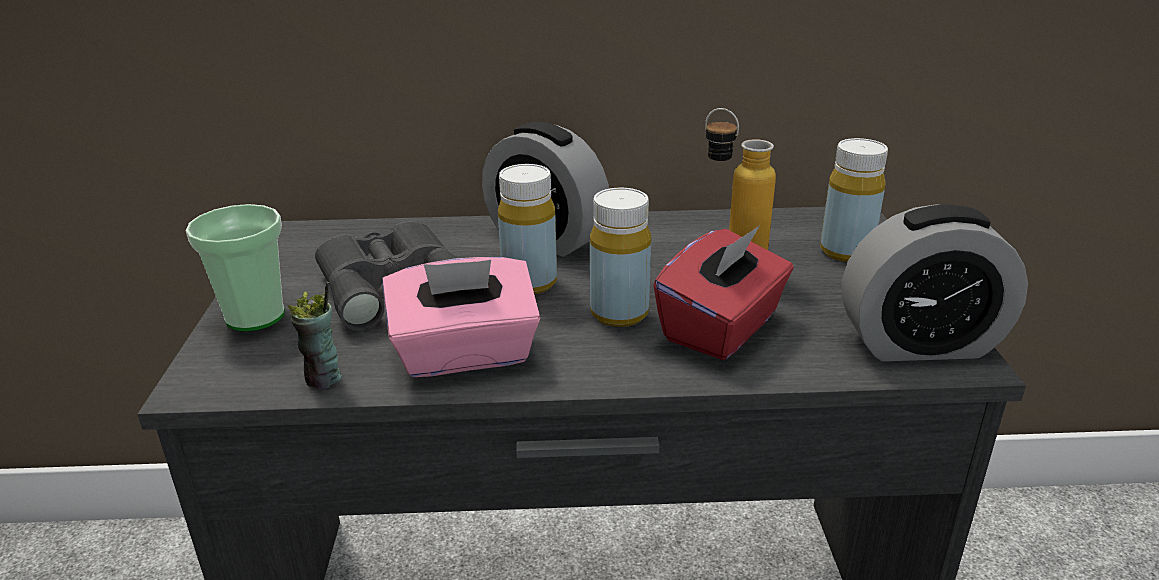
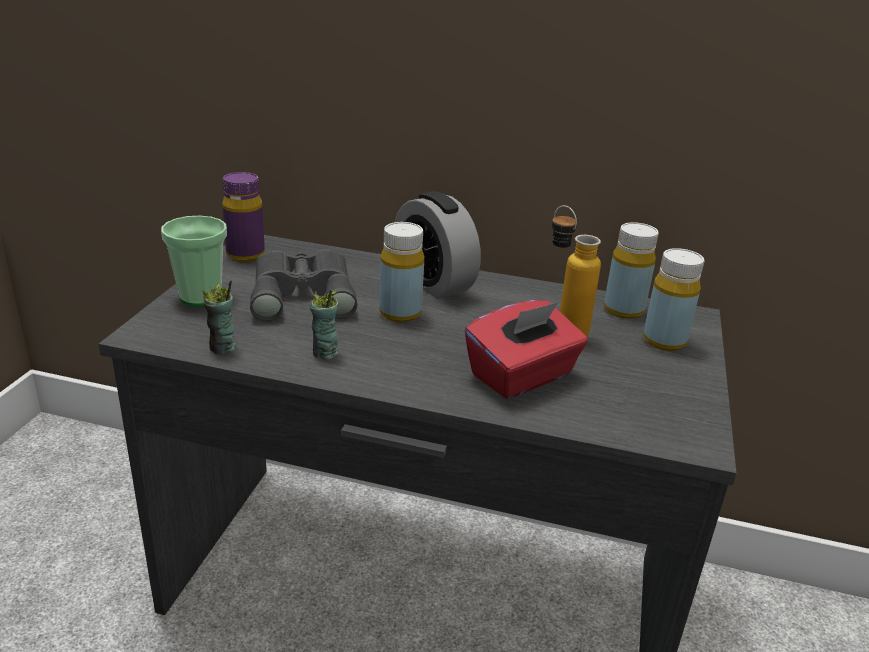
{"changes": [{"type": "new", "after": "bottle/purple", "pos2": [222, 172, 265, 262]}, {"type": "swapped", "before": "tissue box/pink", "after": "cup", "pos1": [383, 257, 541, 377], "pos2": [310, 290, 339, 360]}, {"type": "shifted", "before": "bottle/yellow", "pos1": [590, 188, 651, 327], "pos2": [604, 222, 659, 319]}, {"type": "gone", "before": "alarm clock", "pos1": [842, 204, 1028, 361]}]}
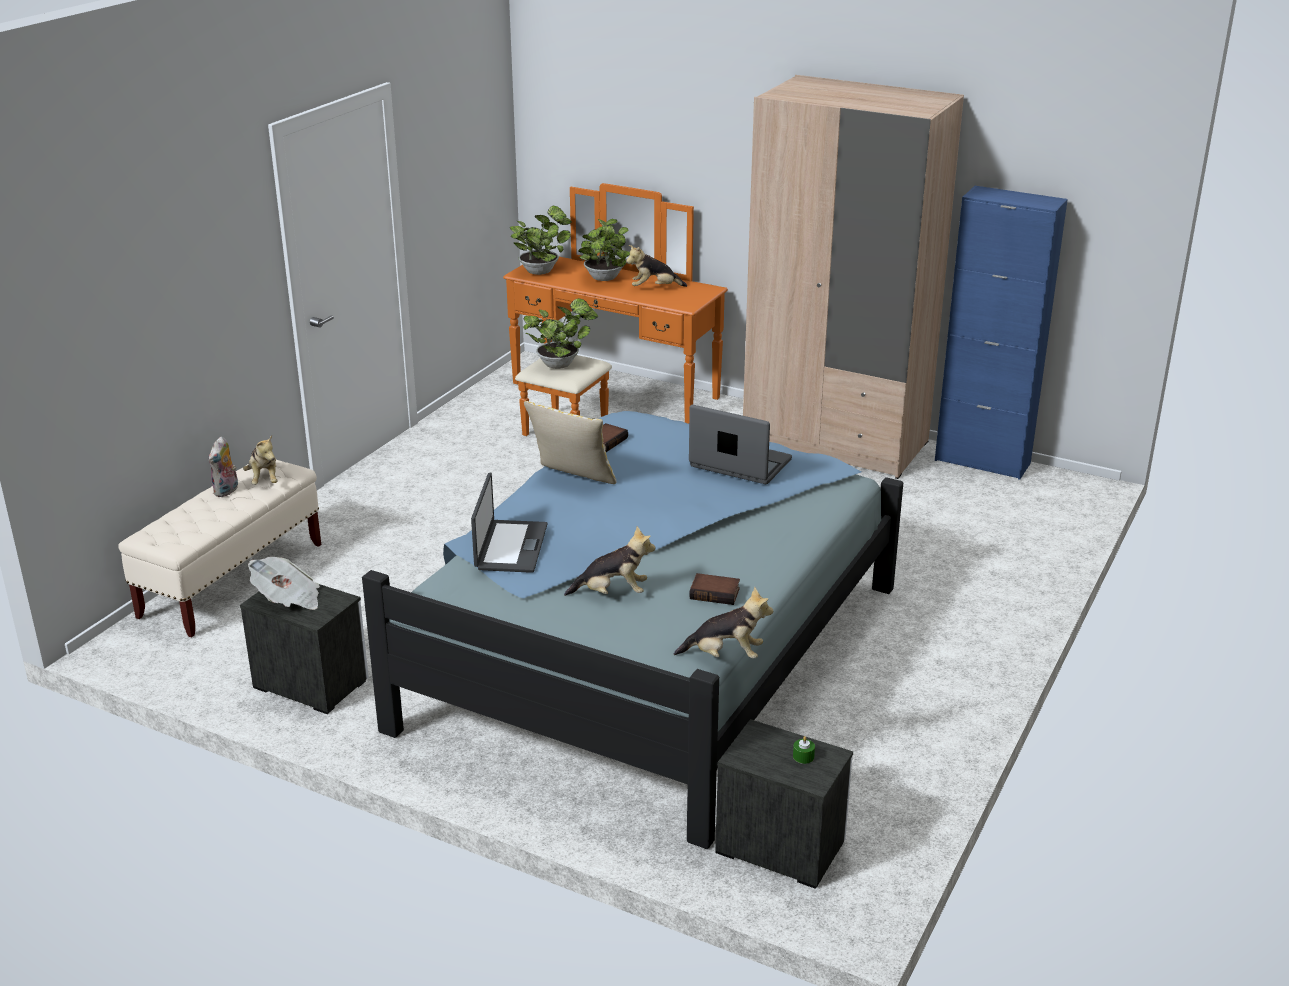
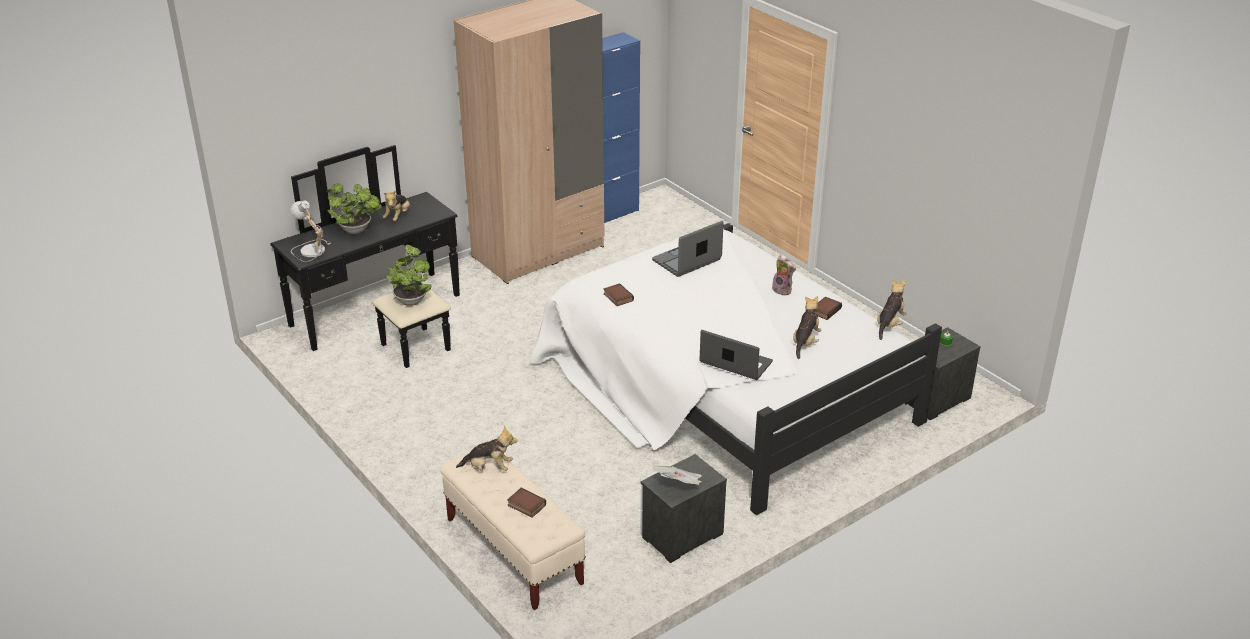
{"changes": [{"type": "repainted", "before": "dresser/orange", "after": "dresser/black", "pos1": [503, 183, 728, 436], "pos2": [270, 145, 460, 368]}, {"type": "swapped", "before": "potted plant", "after": "table lamp", "pos1": [510, 206, 572, 275], "pos2": [291, 200, 331, 262]}, {"type": "new", "after": "book", "pos2": [507, 488, 546, 518]}, {"type": "repainted", "before": "bed/blue", "after": "bed/white", "pos1": [362, 411, 903, 849], "pos2": [531, 223, 942, 515]}, {"type": "shifted", "before": "plush toy", "pos1": [208, 437, 238, 497], "pos2": [772, 254, 796, 296]}, {"type": "gone", "before": "pillow", "pos1": [524, 401, 617, 484]}]}
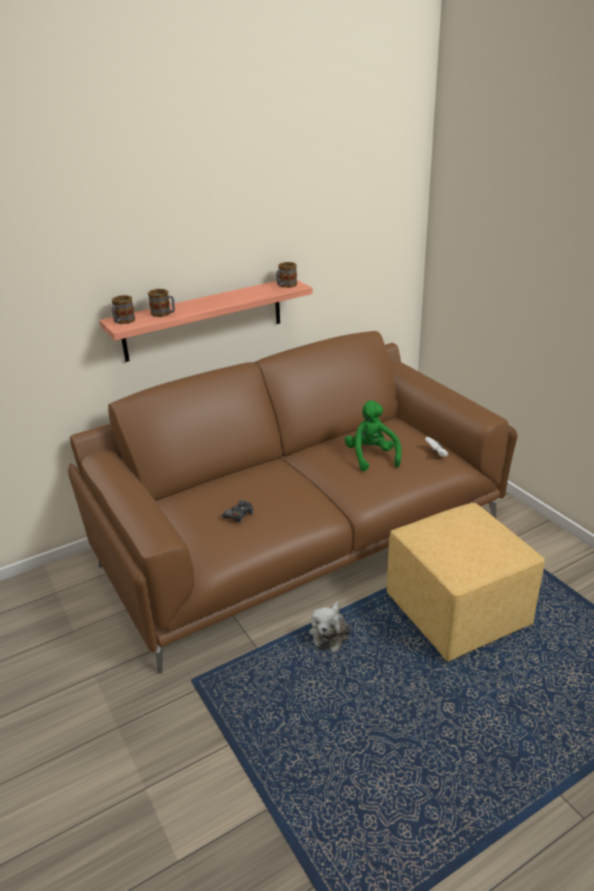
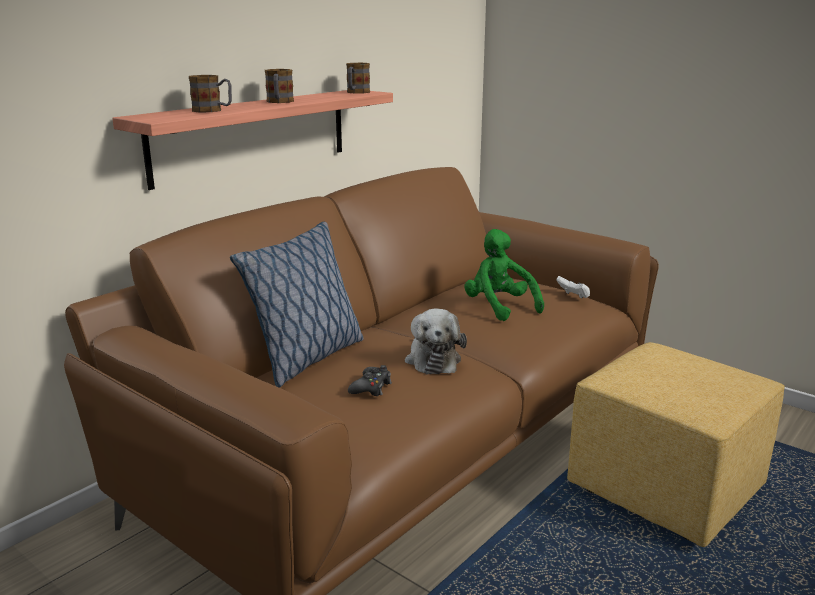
{"changes": [{"type": "new", "after": "pillow", "pos2": [230, 222, 364, 388]}, {"type": "shifted", "before": "mug", "pos1": [112, 295, 135, 324], "pos2": [265, 69, 294, 103]}, {"type": "shifted", "before": "plush toy", "pos1": [309, 601, 351, 651], "pos2": [405, 309, 467, 374]}]}
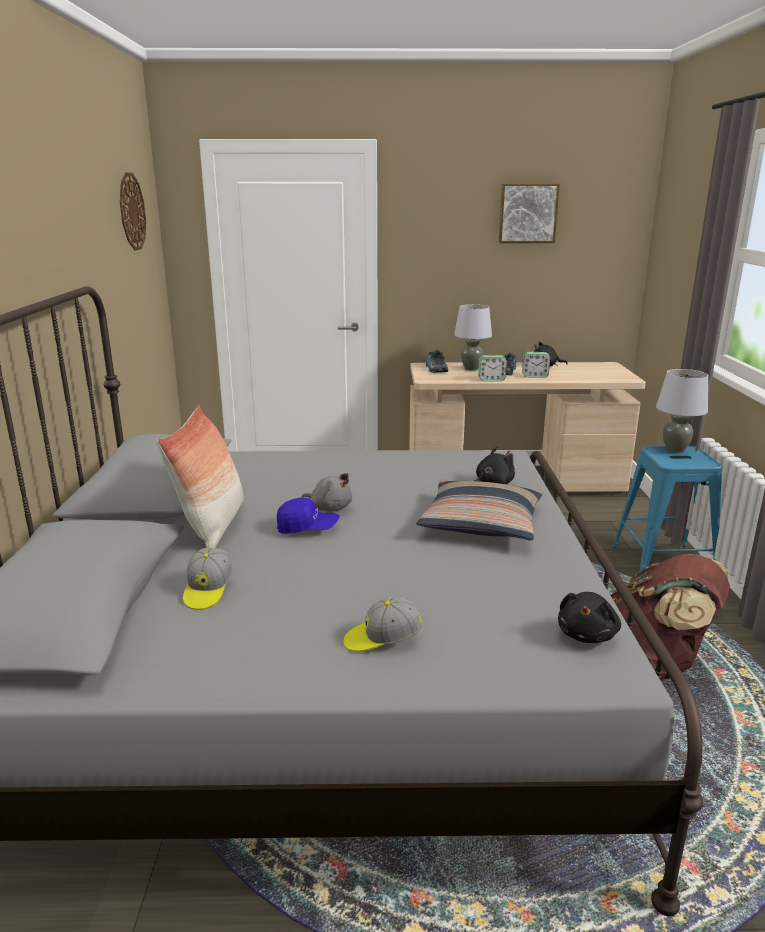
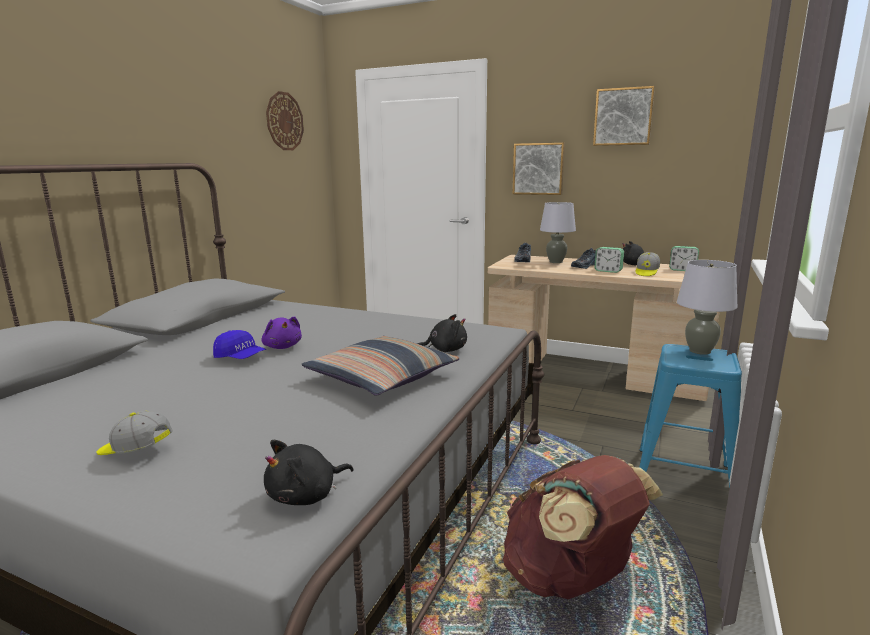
{"changes": [{"type": "repainted", "before": "plush toy/grey", "after": "plush toy/purple", "pos1": [302, 473, 352, 512], "pos2": [262, 316, 302, 349]}, {"type": "new", "after": "picture", "pos2": [513, 143, 565, 195]}, {"type": "shifted", "before": "cap", "pos1": [183, 548, 232, 610], "pos2": [635, 252, 660, 276]}, {"type": "shifted", "before": "alarm clock", "pos1": [478, 355, 507, 381], "pos2": [669, 246, 699, 271]}, {"type": "gone", "before": "pillow", "pos1": [157, 405, 244, 548]}]}
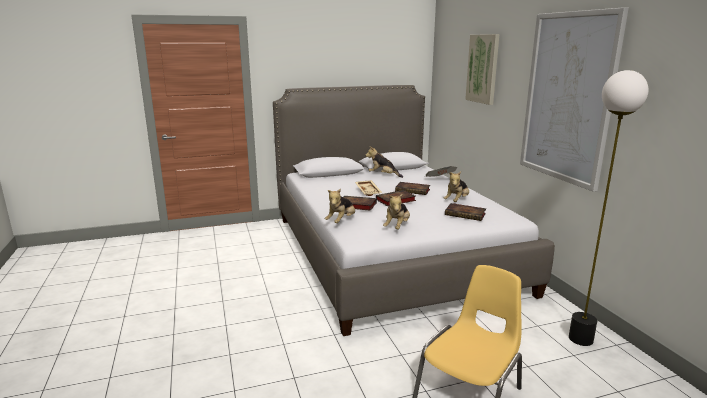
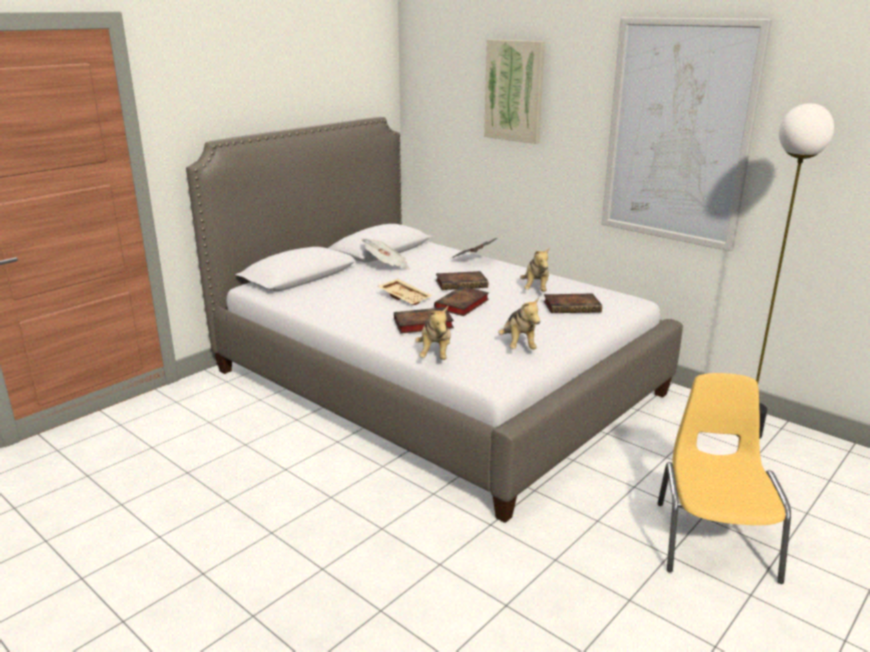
{"changes": [{"type": "swapped", "before": "plush toy", "after": "newspaper", "pos1": [365, 146, 403, 178], "pos2": [361, 239, 410, 270]}]}
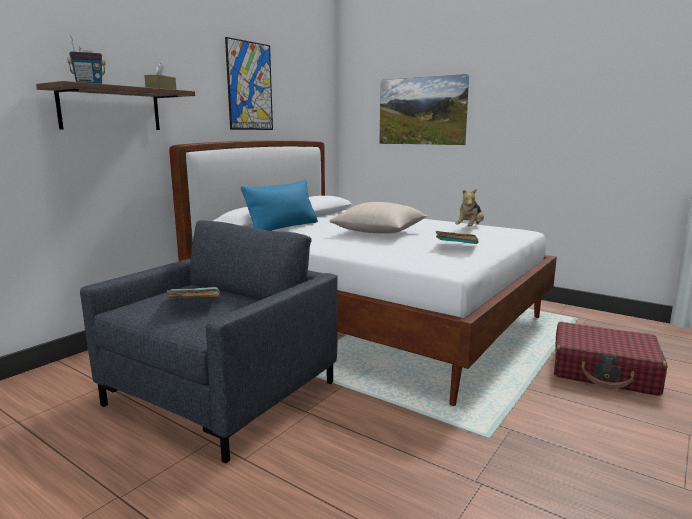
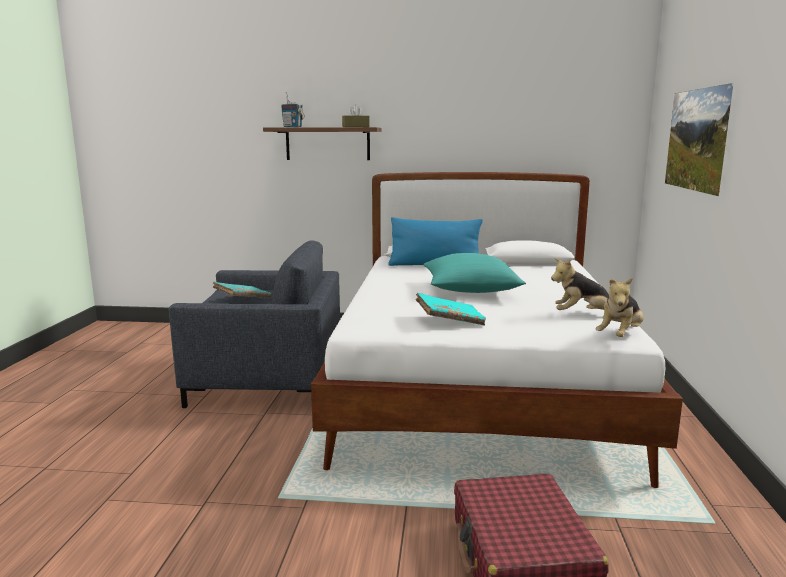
{"changes": [{"type": "repainted", "before": "pillow/beige", "after": "pillow/turquoise", "pos1": [330, 202, 427, 234], "pos2": [423, 253, 526, 293]}, {"type": "new", "after": "plush toy", "pos2": [596, 277, 644, 337]}, {"type": "gone", "before": "picture", "pos1": [225, 37, 273, 130]}]}
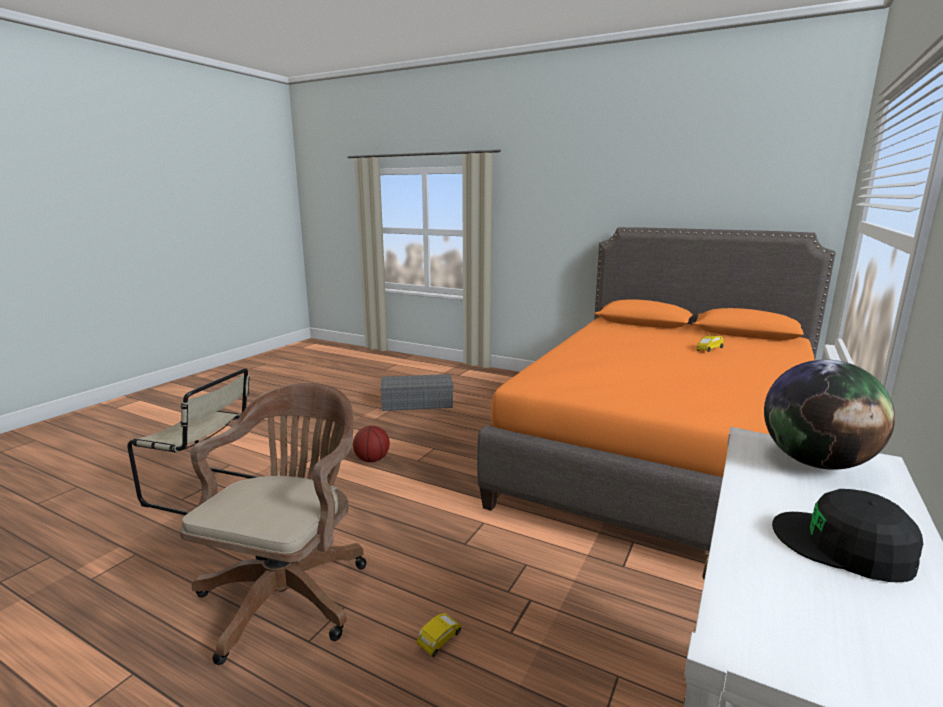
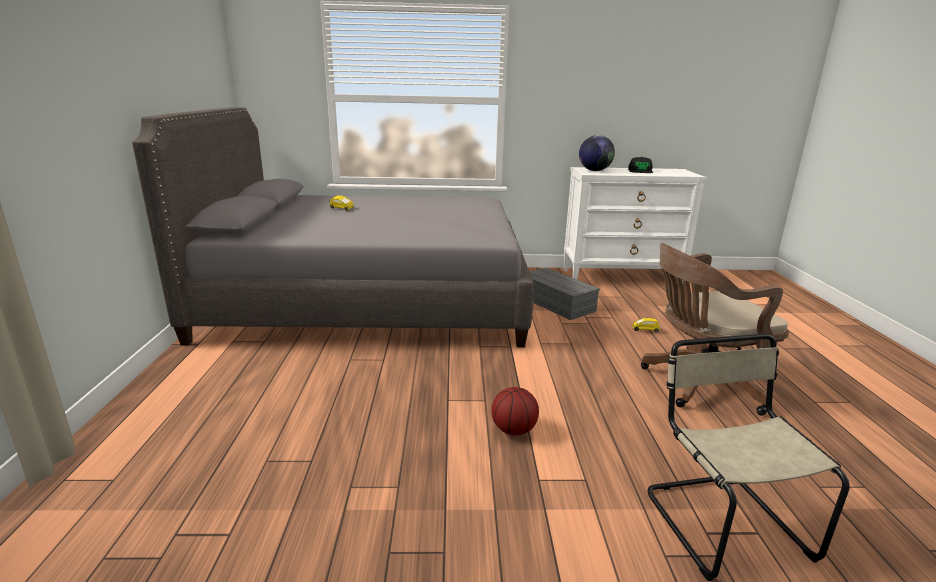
{"changes": [{"type": "repainted", "before": "bed/orange", "after": "bed/grey", "pos1": [477, 227, 836, 551], "pos2": [132, 107, 534, 347]}, {"type": "shifted", "before": "storage box/grey", "pos1": [380, 374, 453, 411], "pos2": [530, 268, 600, 320]}]}
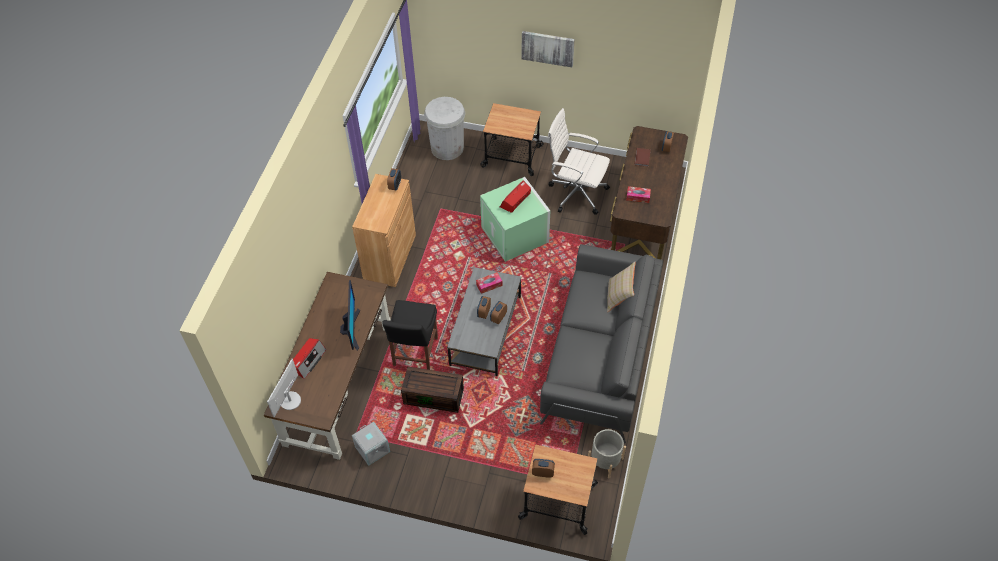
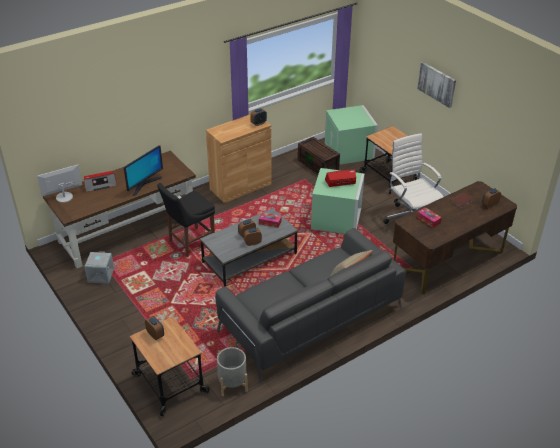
{"changes": [{"type": "shifted", "before": "storage box/brown", "pos1": [401, 367, 464, 413], "pos2": [298, 137, 340, 174]}, {"type": "swapped", "before": "trash can/white", "after": "storage box/green", "pos1": [424, 97, 465, 160], "pos2": [325, 105, 378, 165]}]}
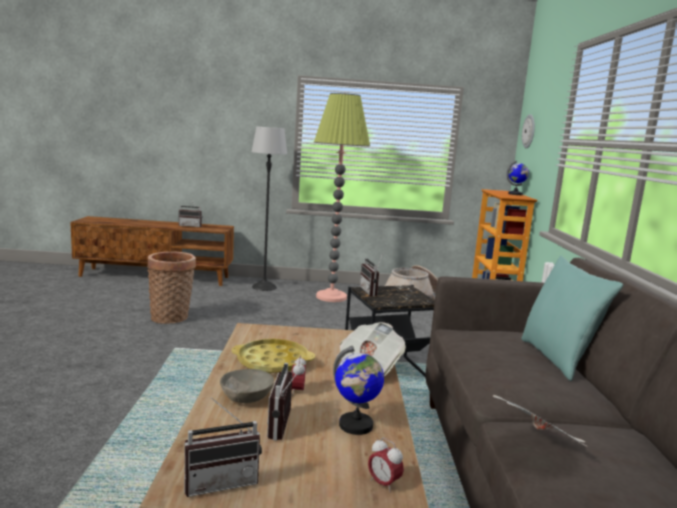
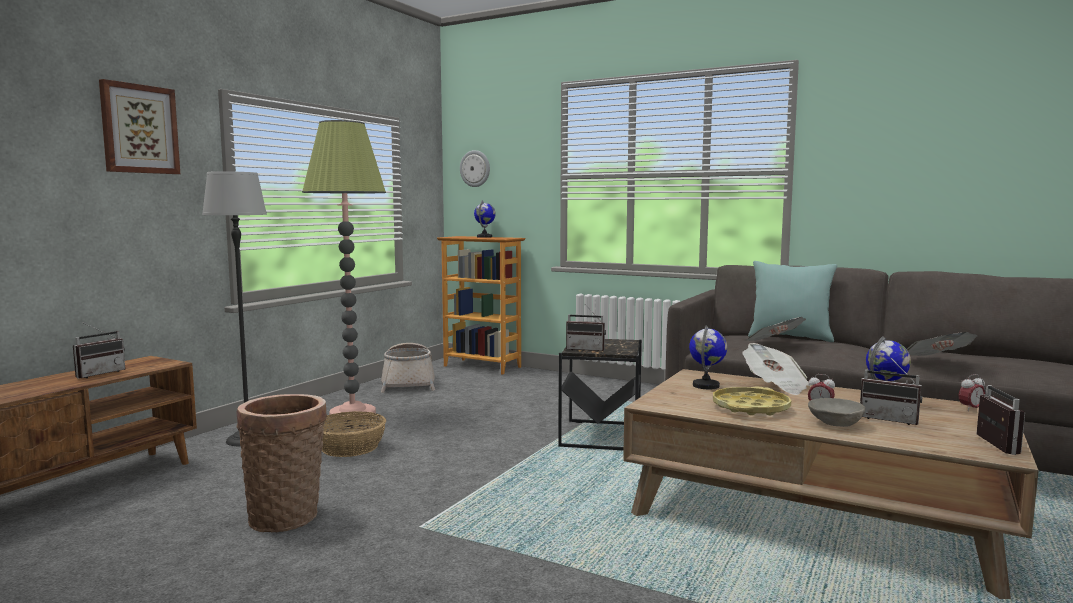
{"changes": [{"type": "new", "after": "picture", "pos2": [99, 79, 180, 174]}, {"type": "new", "after": "basket", "pos2": [322, 411, 386, 457]}, {"type": "new", "after": "globe", "pos2": [689, 325, 727, 389]}, {"type": "new", "after": "newspaper", "pos2": [745, 317, 806, 341]}]}
